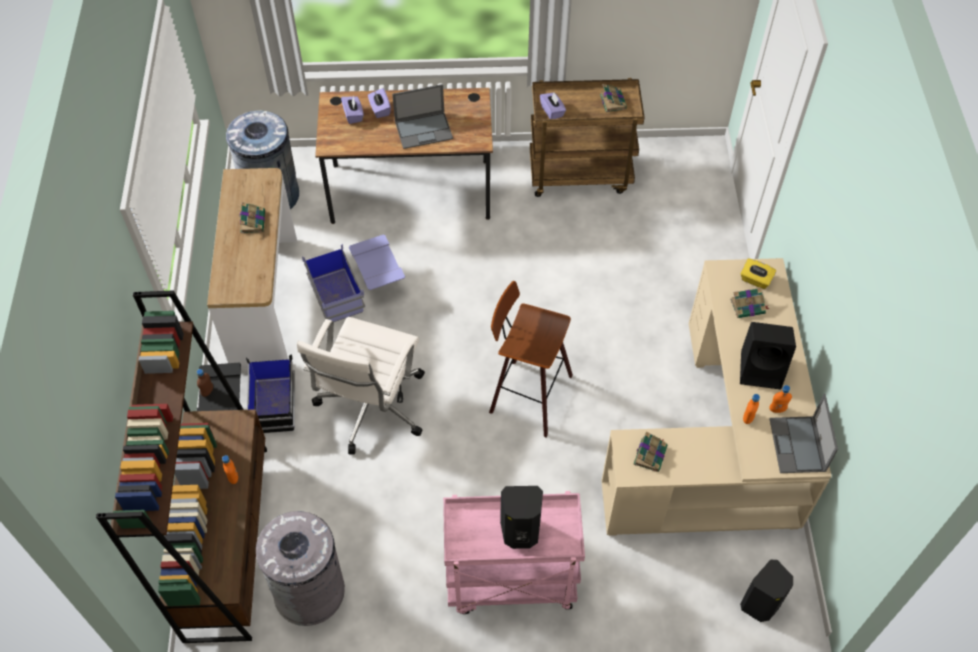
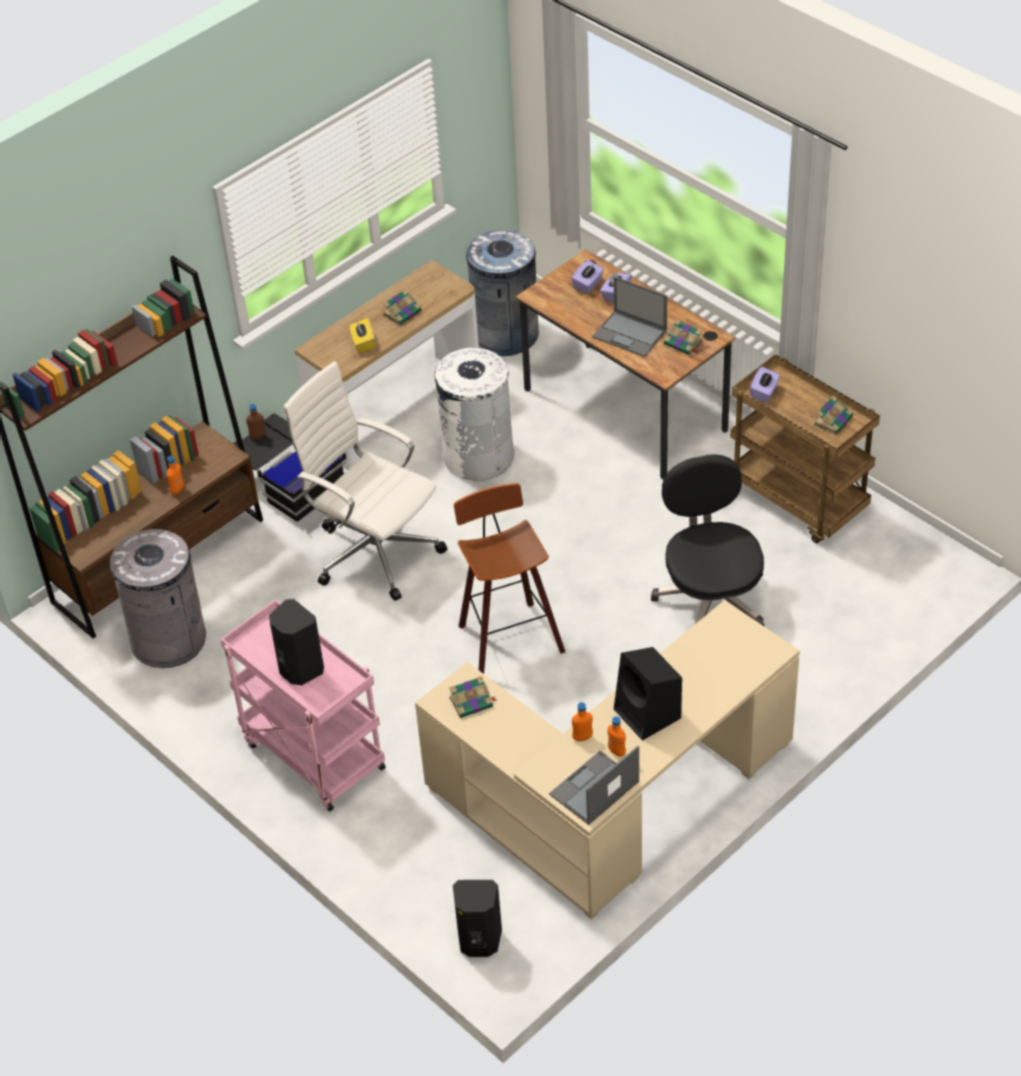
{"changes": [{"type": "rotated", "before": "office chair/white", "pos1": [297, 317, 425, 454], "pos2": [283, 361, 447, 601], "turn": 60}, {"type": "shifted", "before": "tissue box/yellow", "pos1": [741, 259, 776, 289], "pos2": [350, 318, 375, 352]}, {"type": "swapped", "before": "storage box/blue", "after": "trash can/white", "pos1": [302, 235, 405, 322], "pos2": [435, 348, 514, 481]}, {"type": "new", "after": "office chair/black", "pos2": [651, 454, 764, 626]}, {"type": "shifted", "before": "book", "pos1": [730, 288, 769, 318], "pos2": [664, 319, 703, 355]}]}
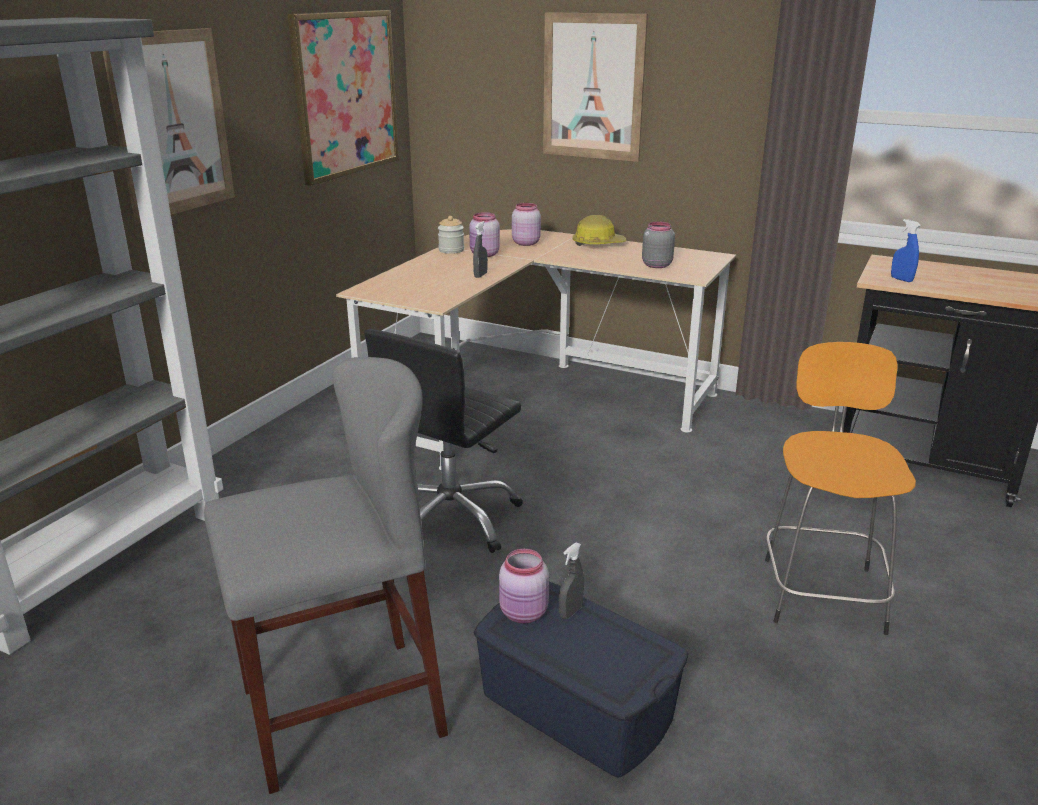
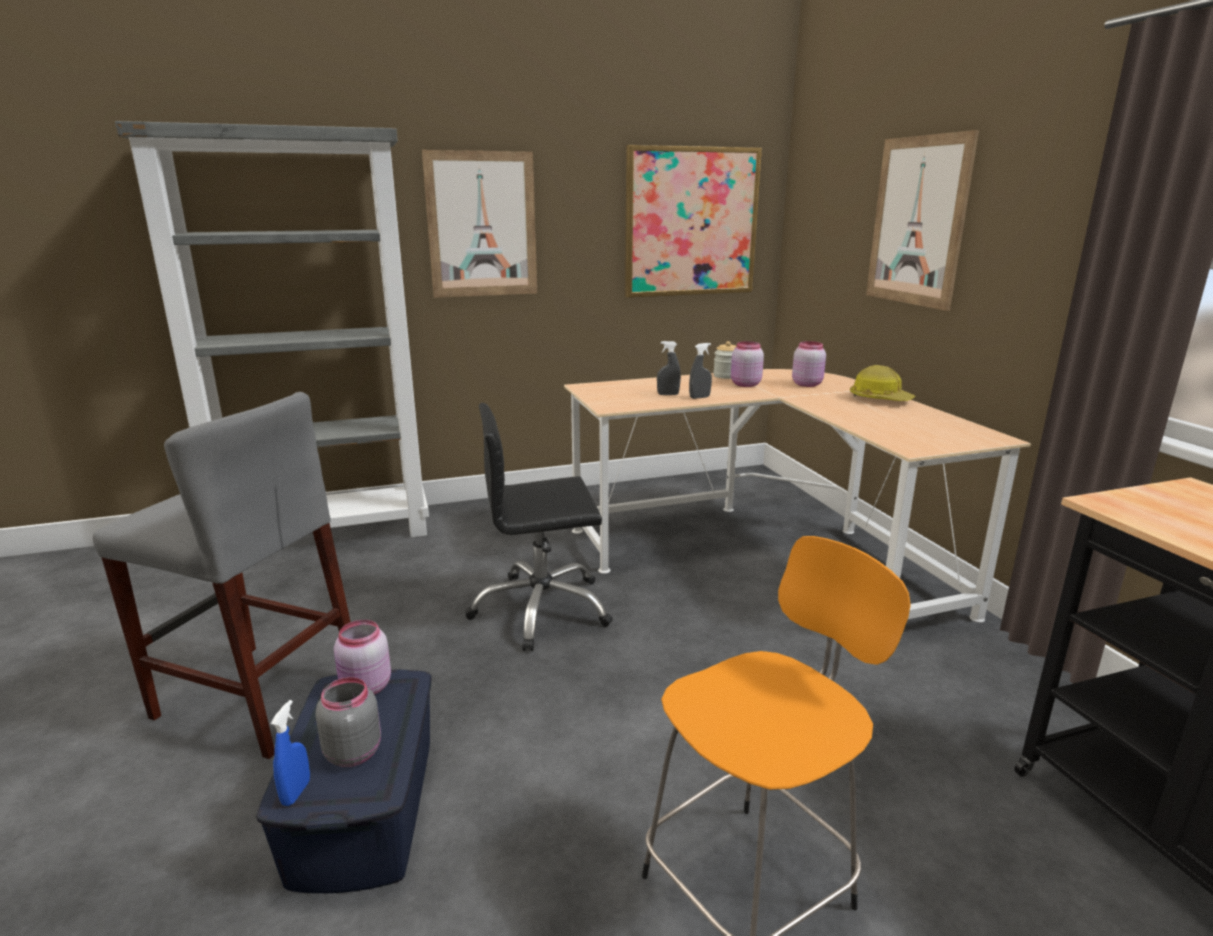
{"changes": [{"type": "shifted", "before": "spray bottle/blue", "pos1": [891, 219, 921, 282], "pos2": [271, 700, 310, 806]}, {"type": "shifted", "before": "jar/grey", "pos1": [642, 222, 675, 268], "pos2": [315, 677, 381, 767]}, {"type": "shifted", "before": "spray bottle/grey", "pos1": [559, 542, 584, 619], "pos2": [657, 341, 681, 395]}]}
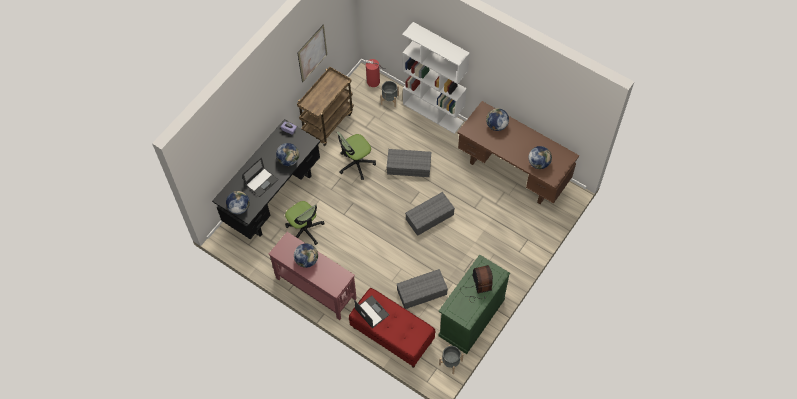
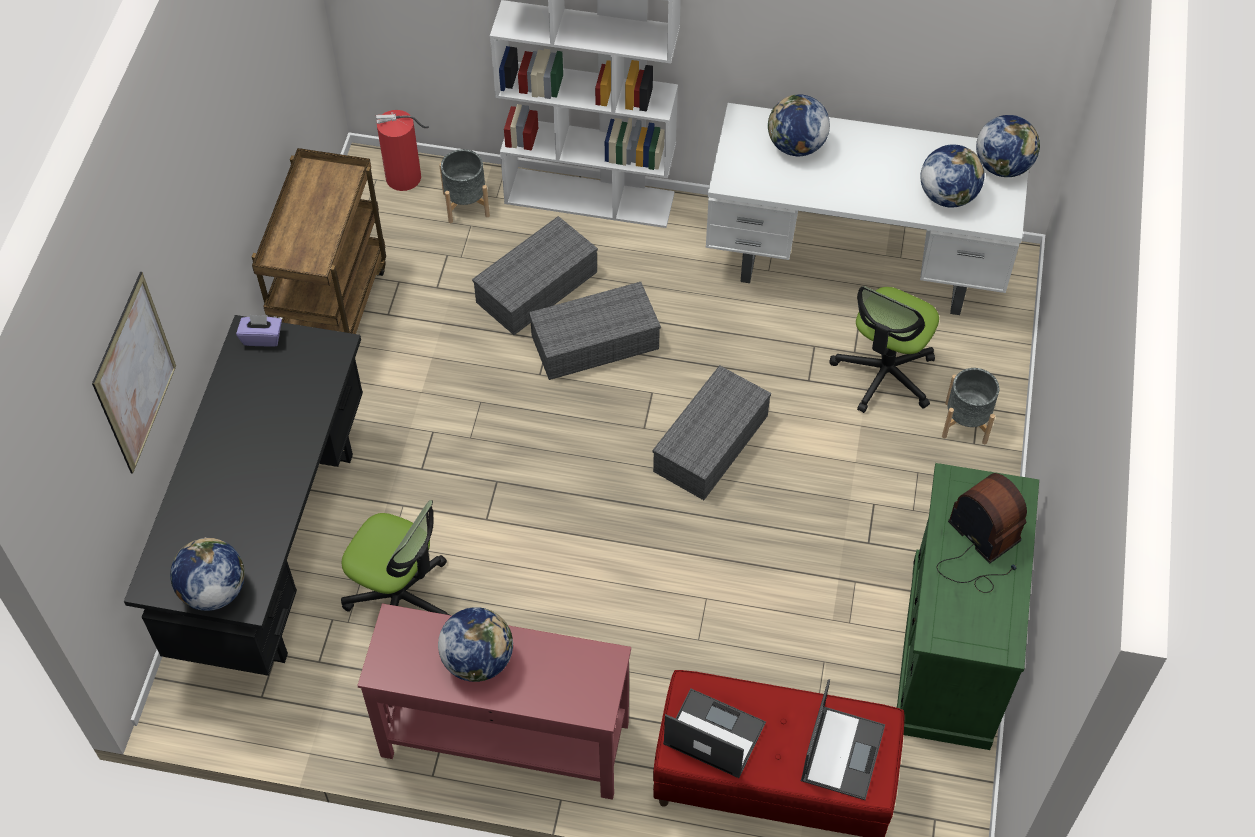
{"changes": [{"type": "shifted", "before": "picture", "pos1": [297, 24, 327, 82], "pos2": [92, 272, 176, 474]}, {"type": "shifted", "before": "storage box/grey", "pos1": [396, 269, 448, 309], "pos2": [472, 216, 598, 335]}, {"type": "repainted", "before": "desk/brown", "after": "desk/white", "pos1": [458, 101, 579, 204], "pos2": [706, 103, 1029, 315]}, {"type": "shifted", "before": "laptop", "pos1": [242, 157, 279, 197], "pos2": [801, 679, 885, 800]}, {"type": "shifted", "before": "office chair", "pos1": [337, 132, 376, 180], "pos2": [829, 286, 939, 413]}, {"type": "shifted", "before": "planter/grey", "pos1": [439, 345, 464, 374], "pos2": [942, 368, 999, 444]}, {"type": "shifted", "before": "globe", "pos1": [276, 143, 299, 166], "pos2": [976, 115, 1040, 177]}]}
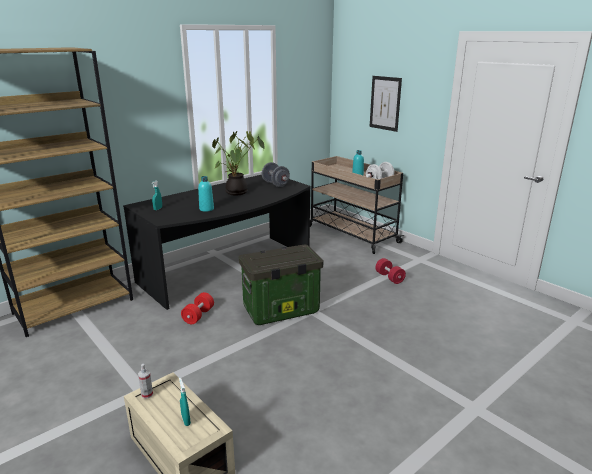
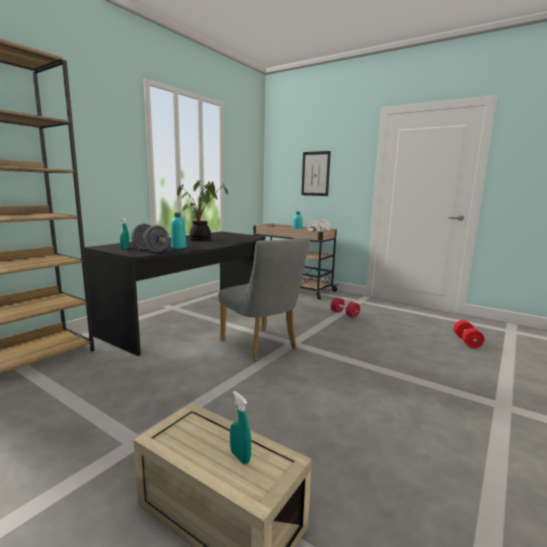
{"changes": [{"type": "shifted", "before": "dumbbell/grey", "pos1": [262, 162, 290, 187], "pos2": [131, 224, 169, 252]}, {"type": "swapped", "before": "storage box", "after": "chair/grey", "pos1": [239, 245, 323, 325], "pos2": [218, 237, 310, 361]}, {"type": "shifted", "before": "dumbbell/red", "pos1": [181, 292, 214, 324], "pos2": [453, 320, 484, 348]}, {"type": "gone", "before": "spray bottle", "pos1": [138, 364, 153, 399]}]}
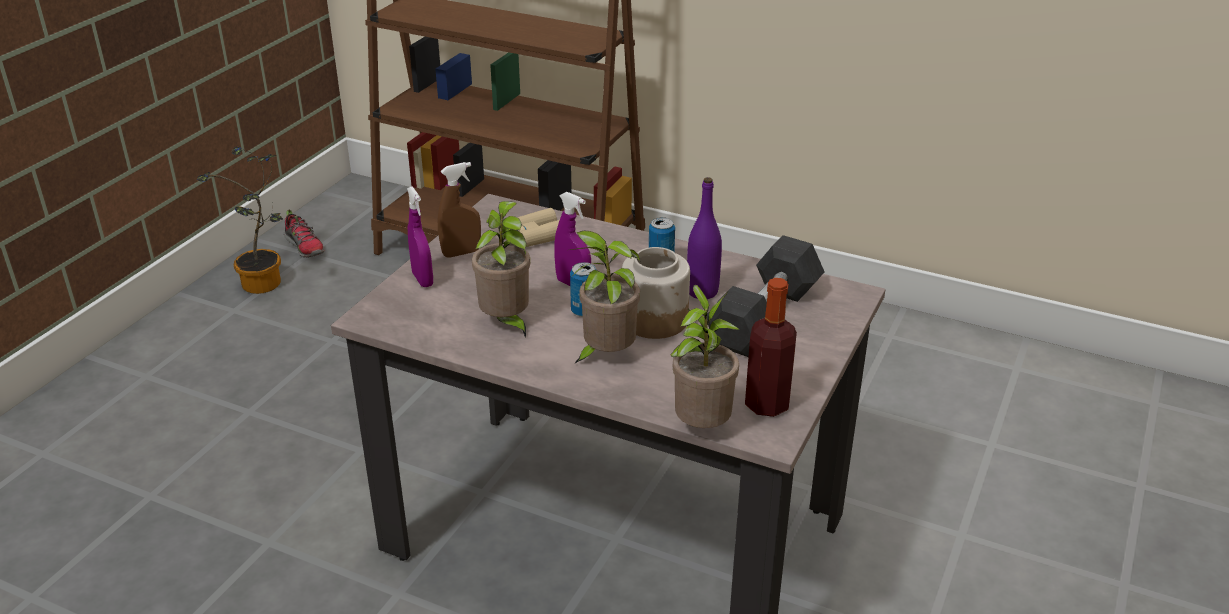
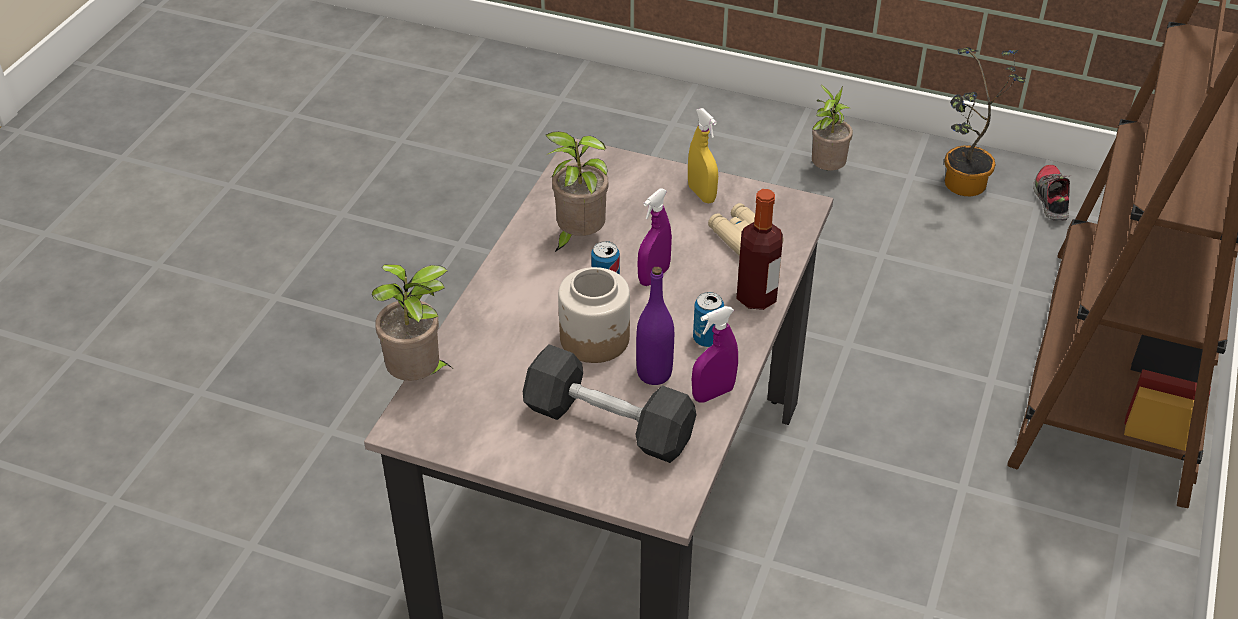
{"changes": [{"type": "repainted", "before": "spray bottle/brown", "after": "spray bottle/yellow", "pos1": [438, 162, 481, 257], "pos2": [688, 108, 718, 203]}, {"type": "shifted", "before": "spray bottle/purple", "pos1": [407, 186, 433, 287], "pos2": [692, 306, 738, 402]}, {"type": "shifted", "before": "bottle", "pos1": [745, 278, 797, 417], "pos2": [736, 189, 783, 310]}, {"type": "shifted", "before": "potted plant", "pos1": [570, 231, 640, 364], "pos2": [812, 84, 853, 171]}, {"type": "rotated", "before": "shoe", "pos1": [284, 210, 325, 258], "pos2": [1033, 165, 1072, 221], "turn": 135}]}
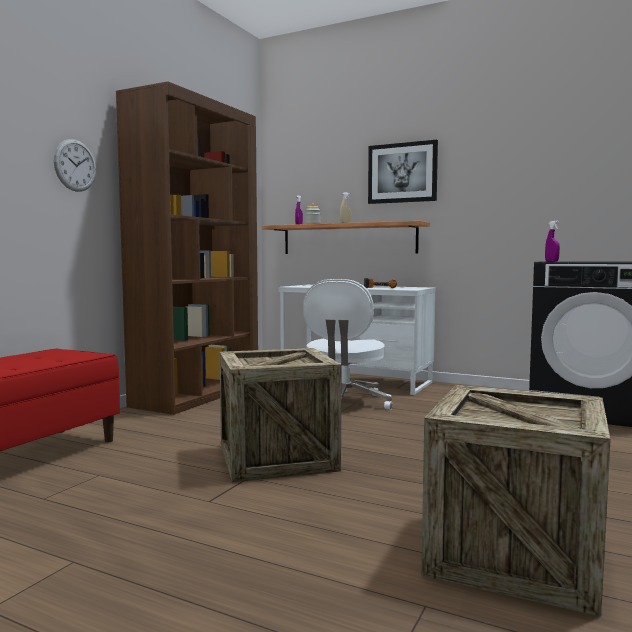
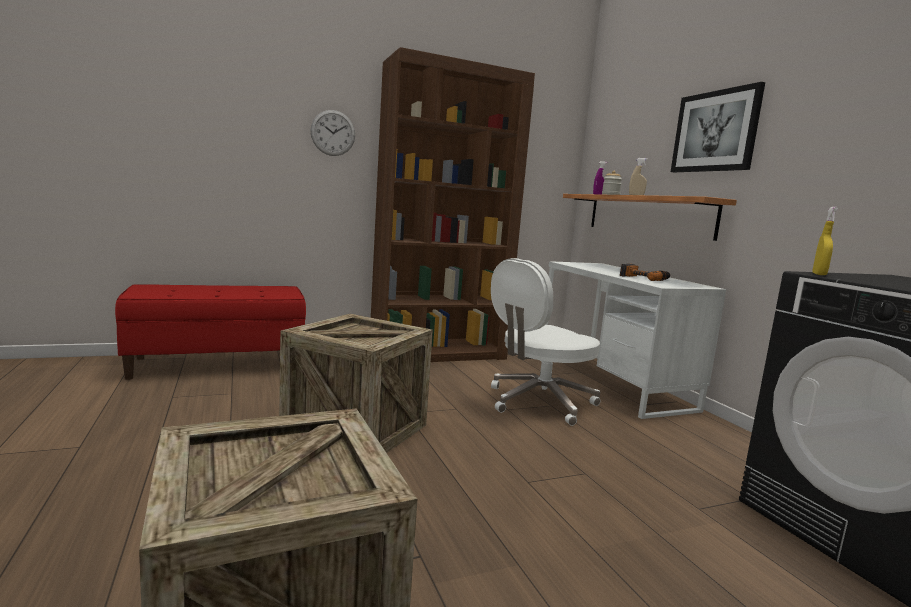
{"changes": [{"type": "repainted", "before": "spray bottle/purple", "after": "spray bottle/yellow", "pos1": [545, 221, 560, 261], "pos2": [812, 207, 838, 275]}]}
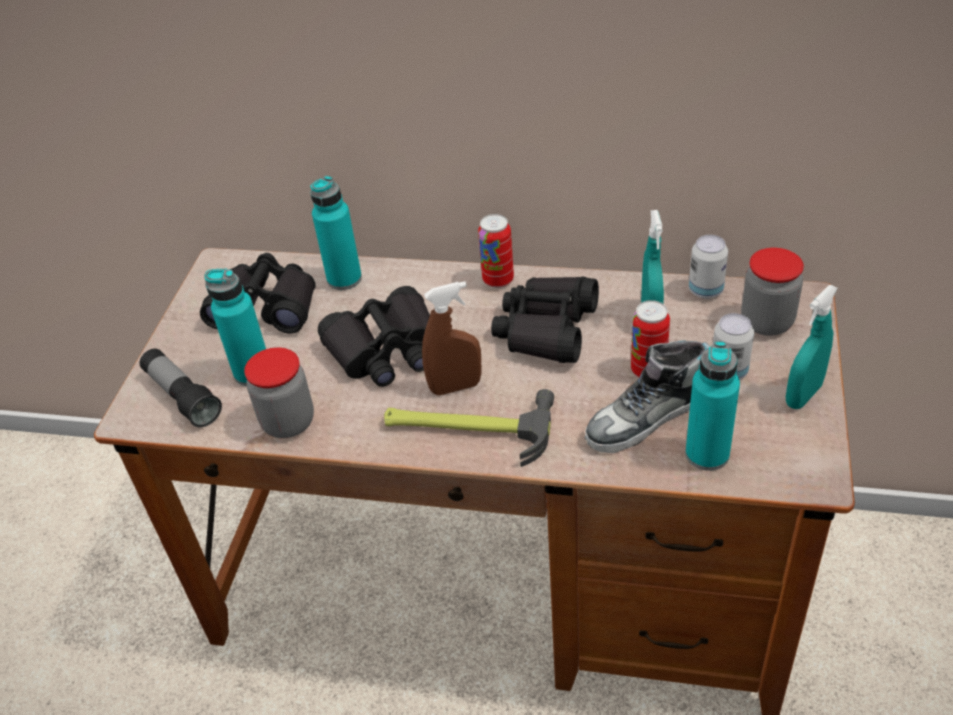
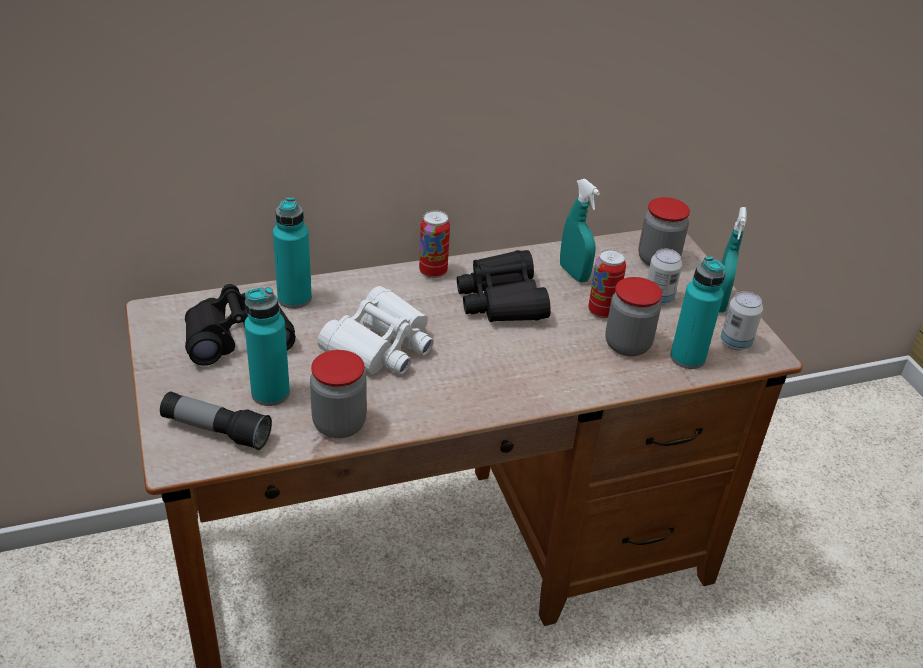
{"changes": [{"type": "repainted", "before": "binoculars/black", "after": "binoculars/white", "pos1": [318, 286, 430, 387], "pos2": [317, 286, 434, 375]}, {"type": "swapped", "before": "shoe", "after": "jar", "pos1": [584, 341, 711, 453], "pos2": [605, 277, 662, 356]}, {"type": "shifted", "before": "can", "pos1": [689, 235, 728, 299], "pos2": [721, 291, 763, 350]}, {"type": "gone", "before": "hammer", "pos1": [384, 389, 554, 467]}, {"type": "gone", "before": "spray bottle/brown", "pos1": [422, 281, 481, 395]}]}
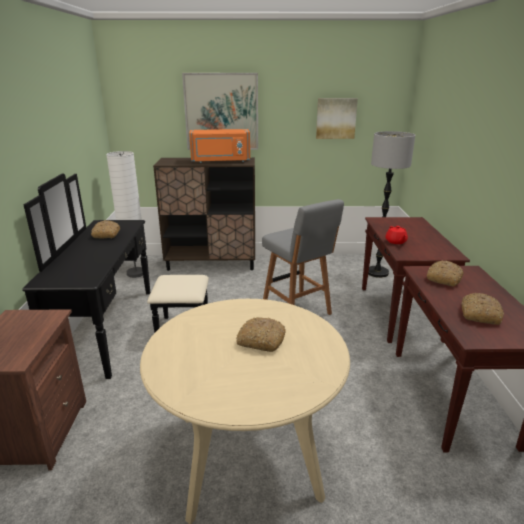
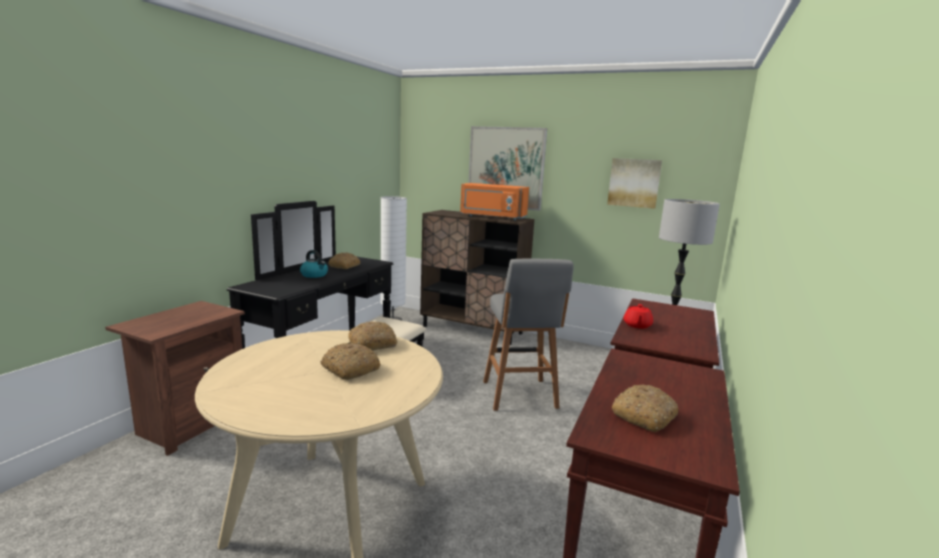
{"changes": [{"type": "new", "after": "kettle", "pos2": [300, 250, 328, 278]}, {"type": "shifted", "before": "bread", "pos1": [427, 260, 463, 287], "pos2": [348, 322, 397, 351]}]}
